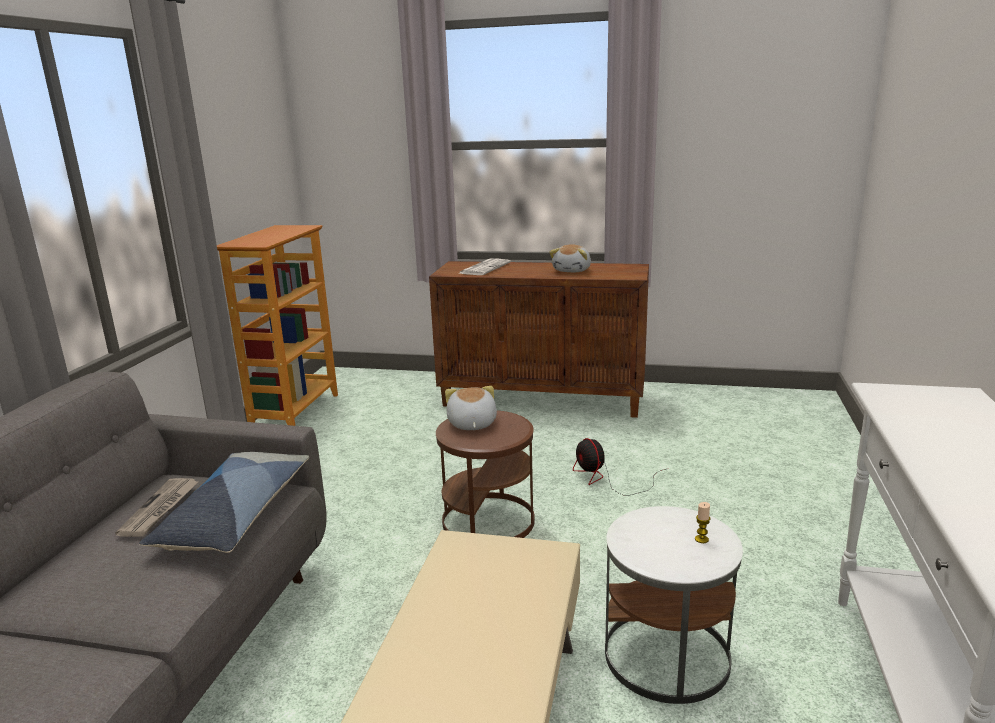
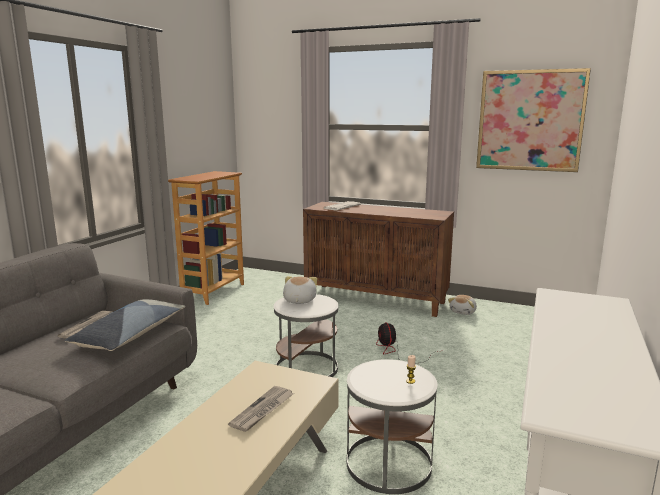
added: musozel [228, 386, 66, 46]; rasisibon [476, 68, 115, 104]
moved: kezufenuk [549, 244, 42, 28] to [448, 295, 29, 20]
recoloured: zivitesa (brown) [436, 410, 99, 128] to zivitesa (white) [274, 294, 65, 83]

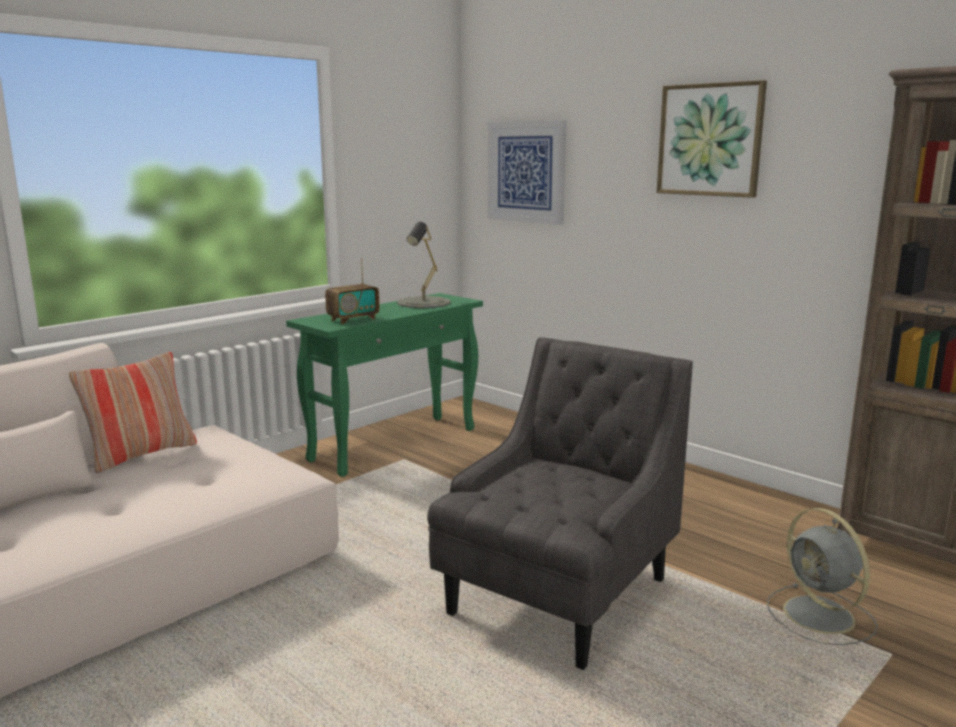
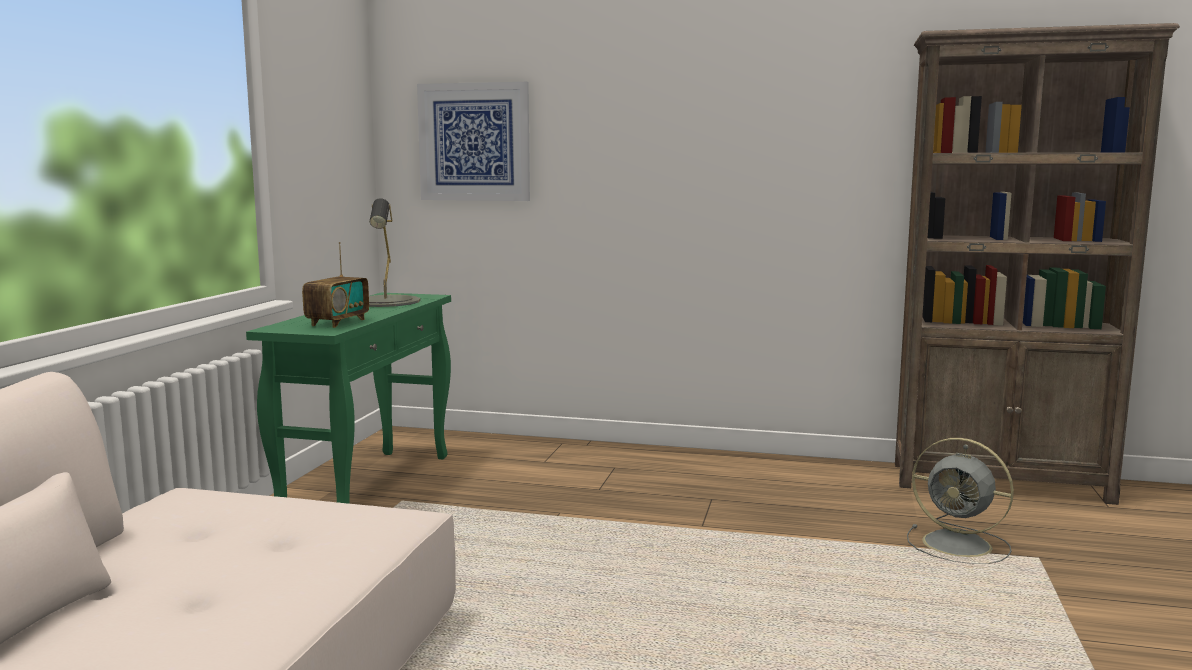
removed: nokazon [69, 352, 128, 121]; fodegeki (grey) [427, 337, 266, 333]; rasisibon [657, 80, 110, 118]

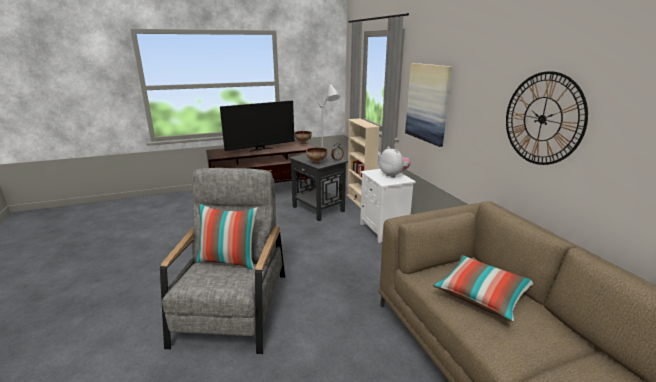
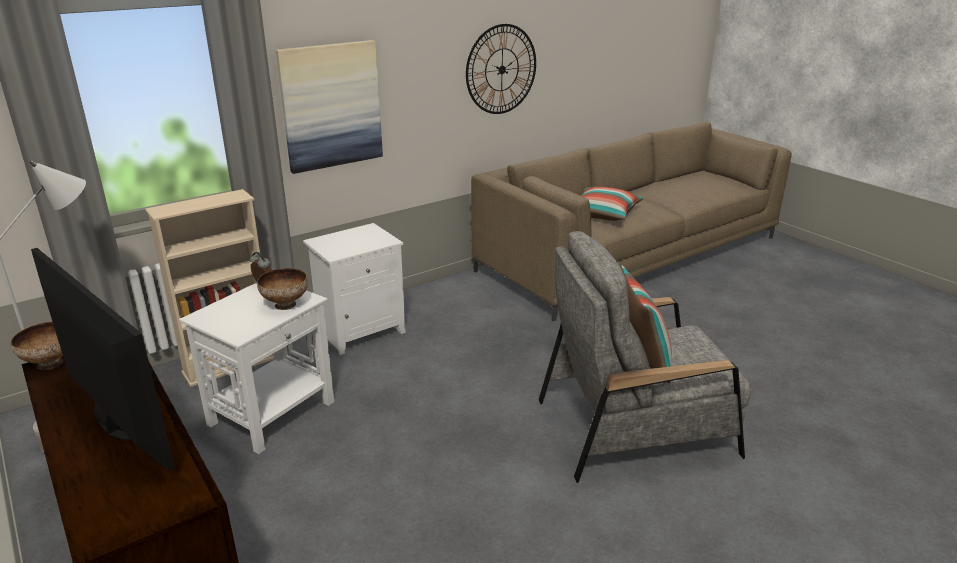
removed: kezufenuk [379, 147, 31, 31]
recoloured: zivitesa (black) [289, 154, 59, 67] to zivitesa (white) [179, 283, 155, 171]

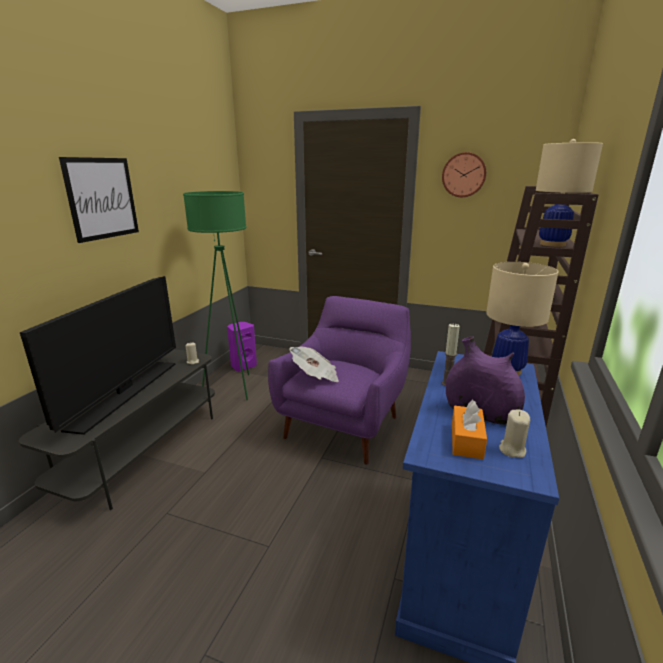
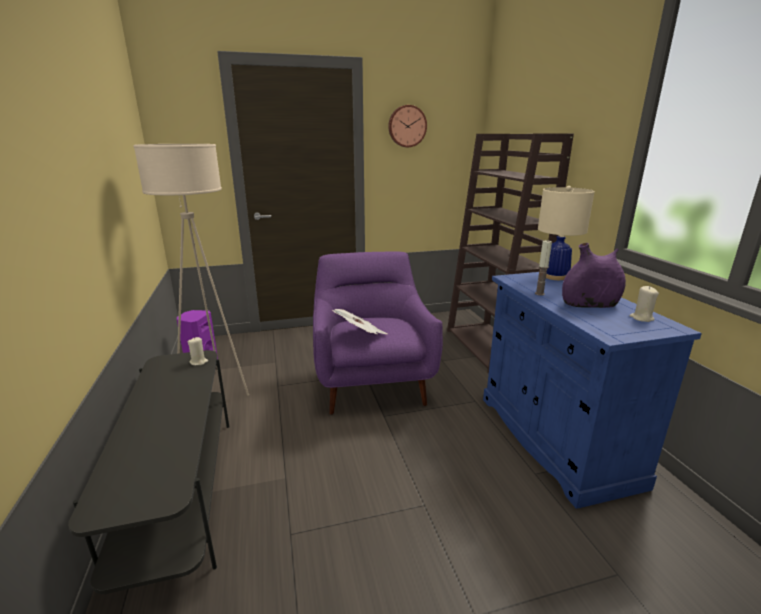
removed: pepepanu [20, 276, 156, 159]; rasisibon [59, 157, 80, 86]; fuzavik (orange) [452, 400, 35, 59]; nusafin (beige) [536, 139, 67, 108]
recoloured: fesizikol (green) [183, 191, 66, 209] to fesizikol (beige) [133, 144, 116, 252]

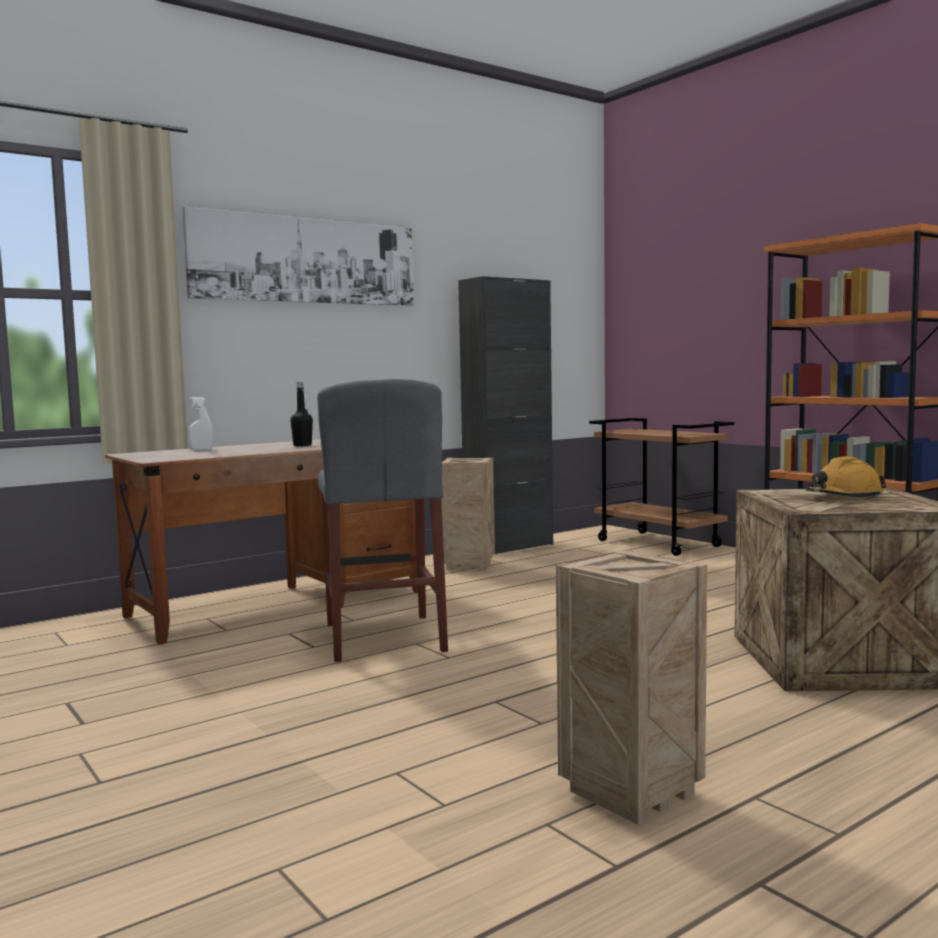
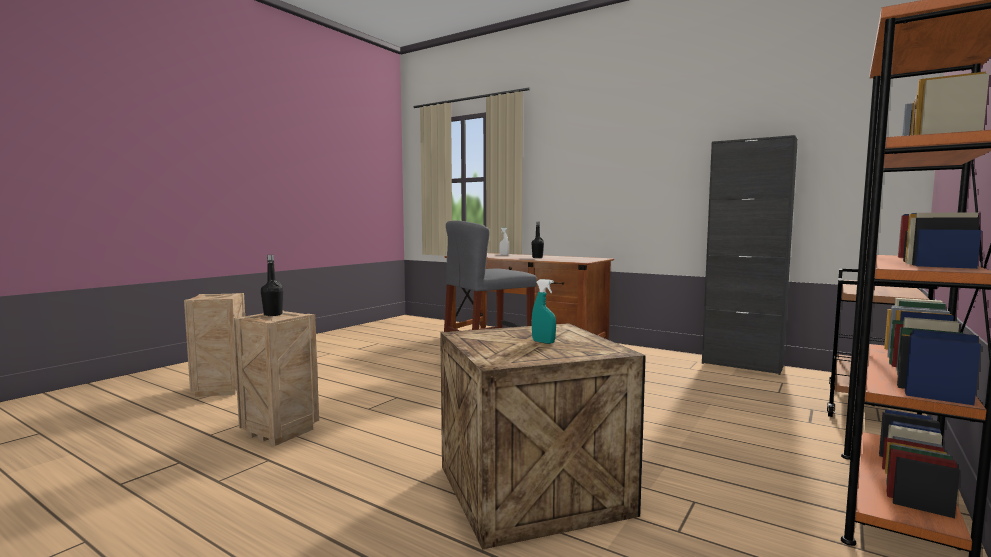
removed: rasisibon [182, 207, 232, 99]
added: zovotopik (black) [261, 255, 22, 61]
moved: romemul [441, 457, 54, 113] to [184, 293, 61, 104]
replaced: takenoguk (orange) [806, 457, 80, 41] to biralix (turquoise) [531, 279, 25, 65]

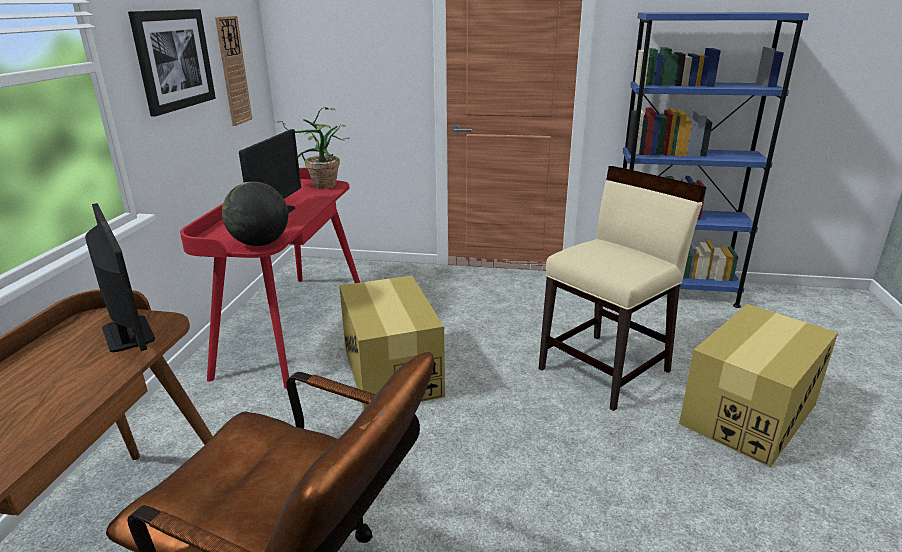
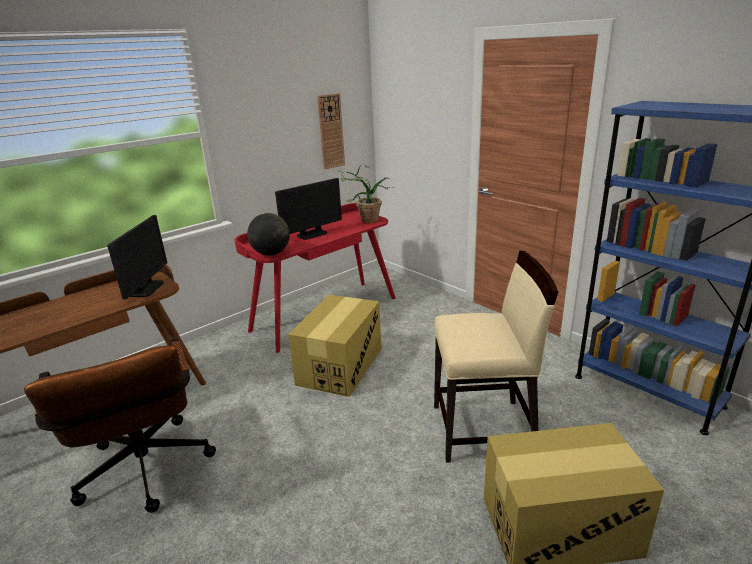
removed: rasisibon [128, 9, 88, 107]

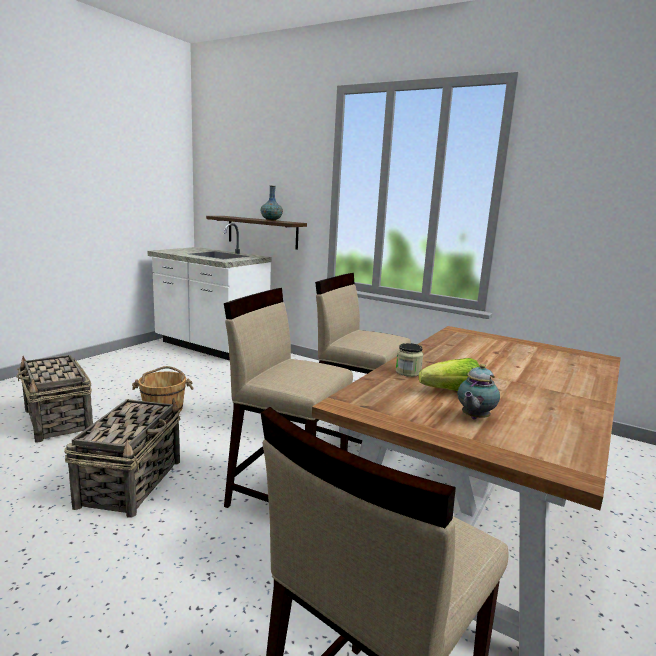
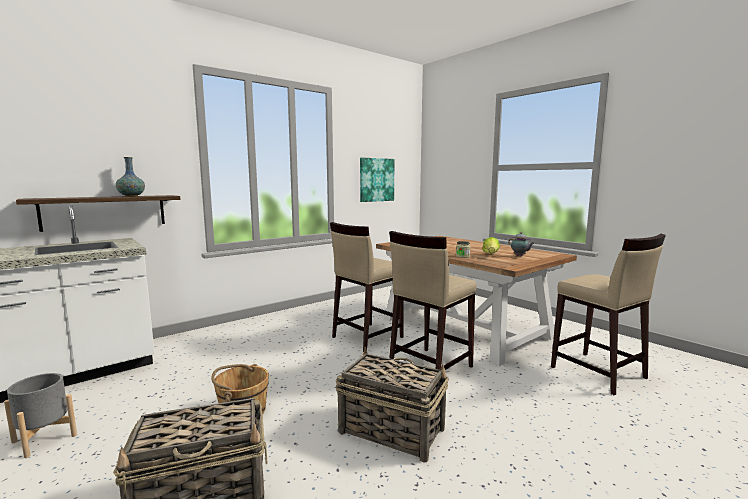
added: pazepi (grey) [4, 373, 73, 85]; rasisibon [360, 158, 34, 44]

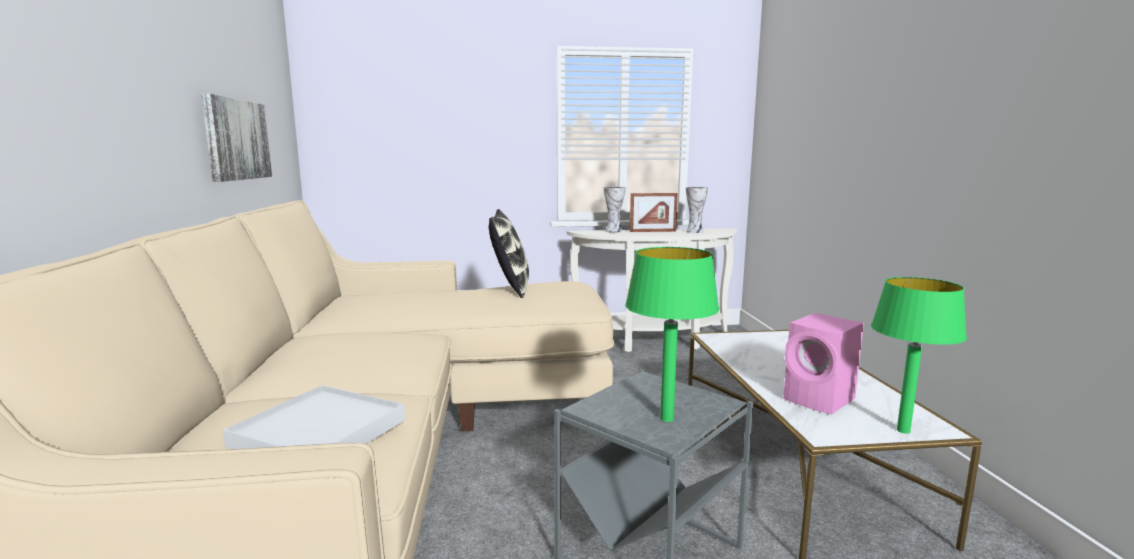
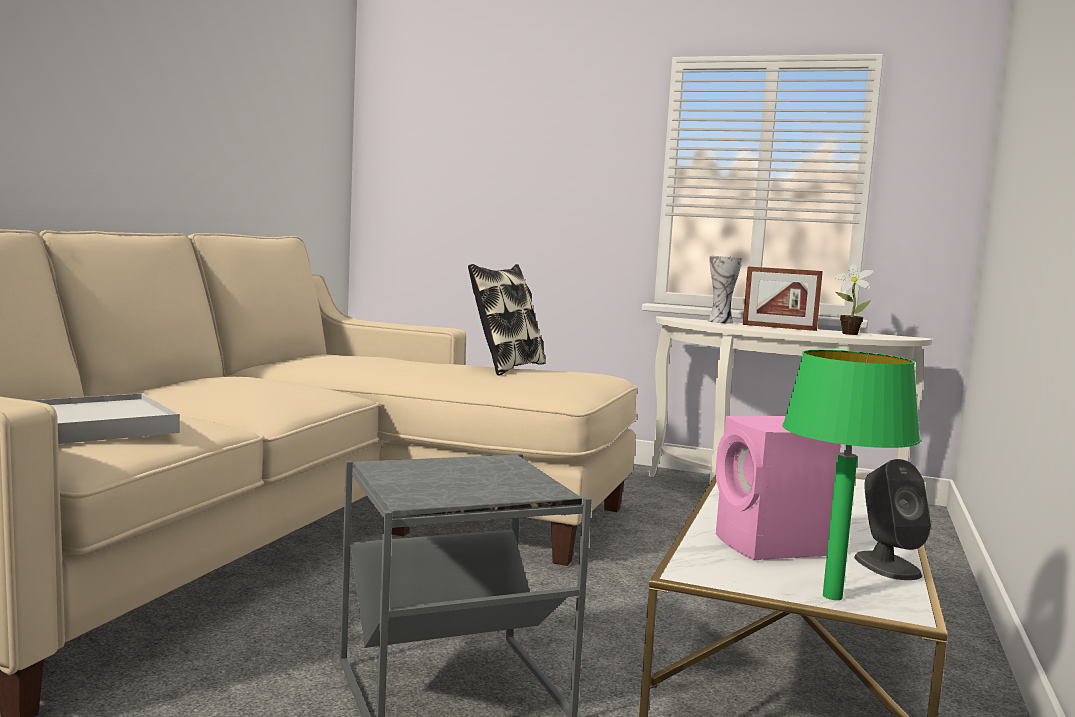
removed: rasisibon [201, 93, 71, 89]; nusafin (green) [625, 247, 94, 175]
added: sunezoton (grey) [854, 459, 77, 121]
replaced: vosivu [686, 187, 22, 46] to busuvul [833, 264, 41, 71]

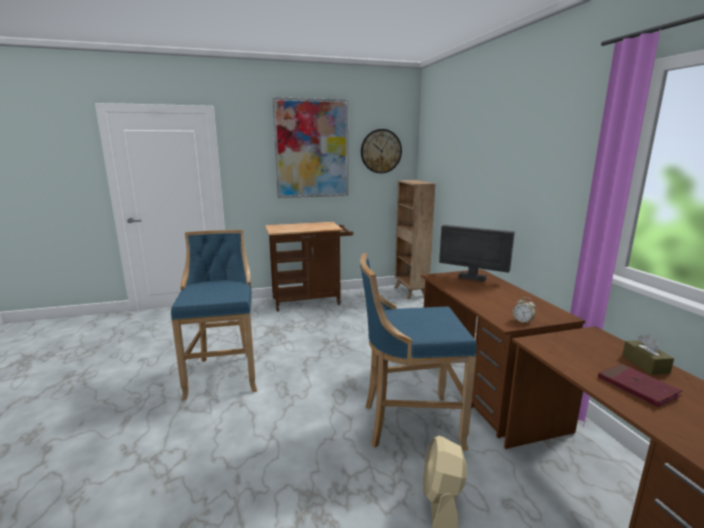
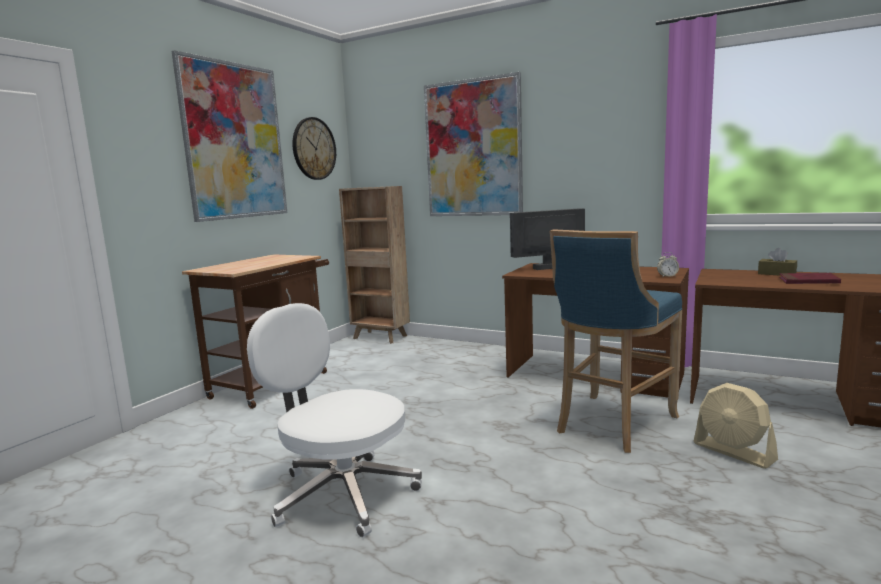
added: rasisibon [424, 72, 99, 144]
replaced: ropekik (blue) [171, 230, 86, 171] to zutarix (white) [247, 303, 175, 235]

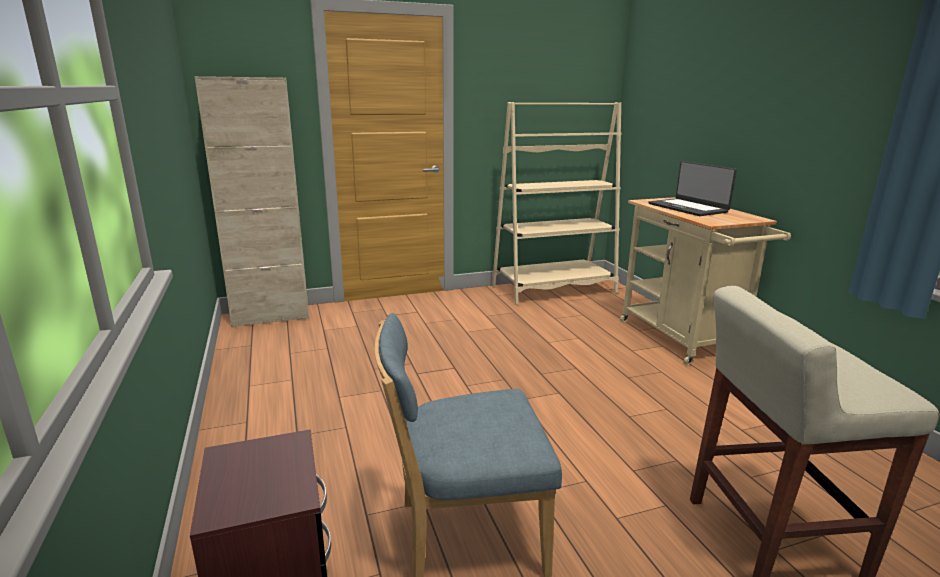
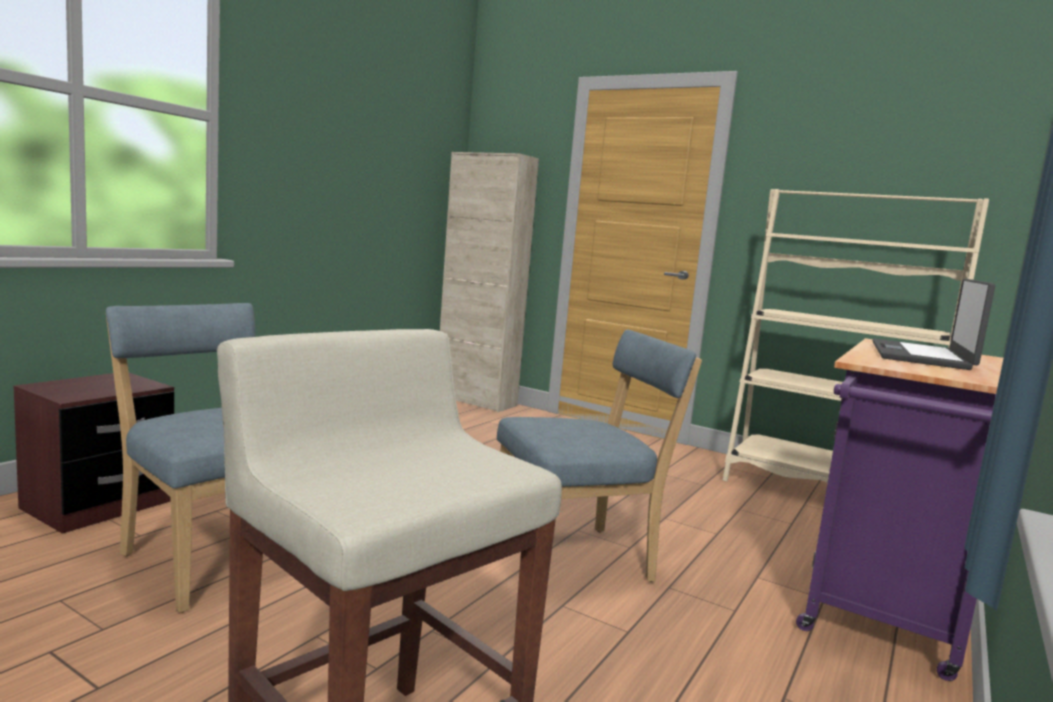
added: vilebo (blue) [497, 329, 205, 253]
recoloured: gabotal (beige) [620, 197, 171, 168] to gabotal (purple) [796, 338, 208, 343]

